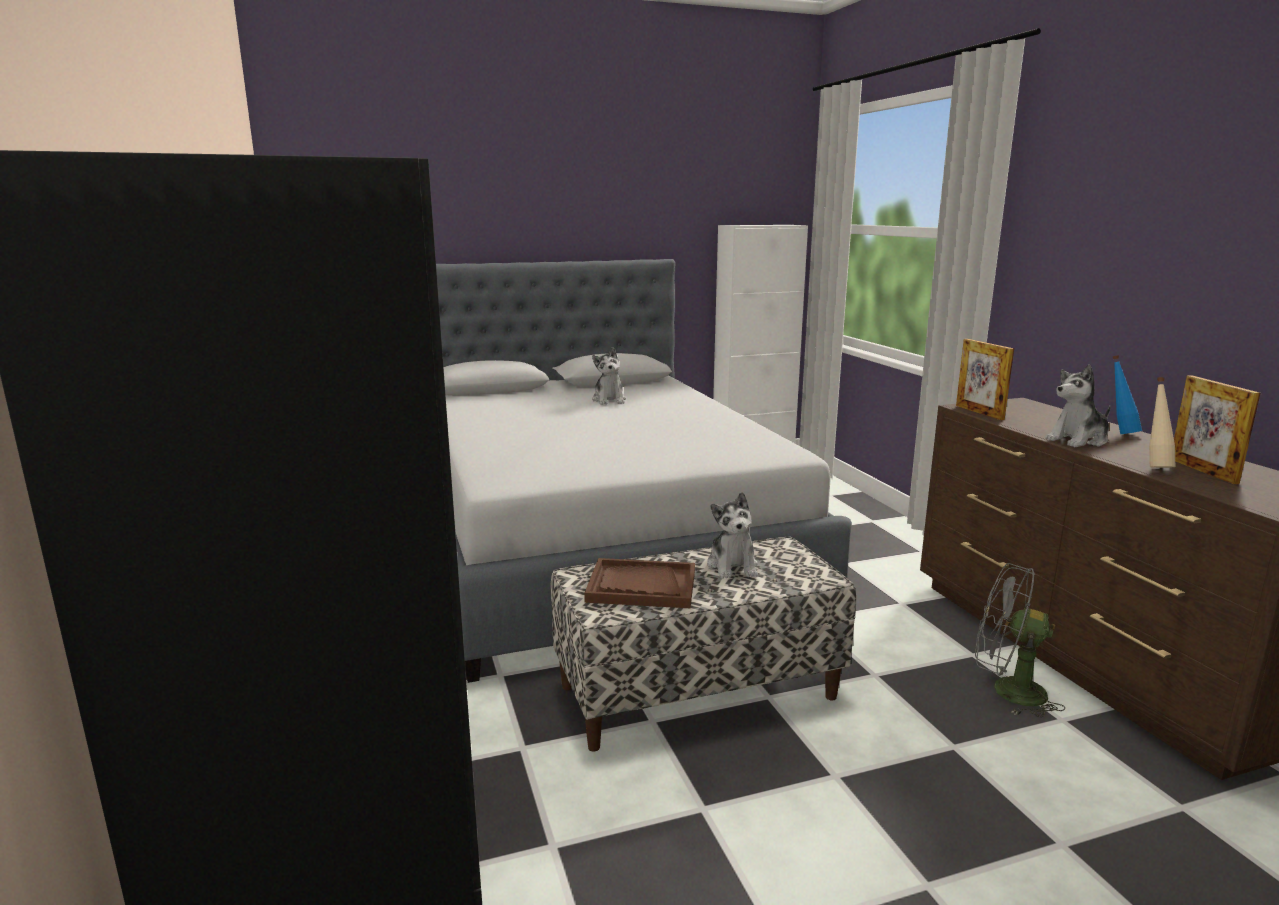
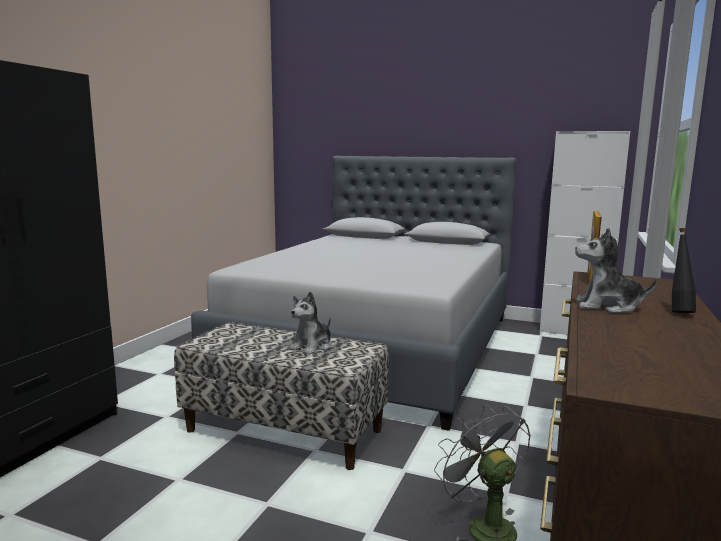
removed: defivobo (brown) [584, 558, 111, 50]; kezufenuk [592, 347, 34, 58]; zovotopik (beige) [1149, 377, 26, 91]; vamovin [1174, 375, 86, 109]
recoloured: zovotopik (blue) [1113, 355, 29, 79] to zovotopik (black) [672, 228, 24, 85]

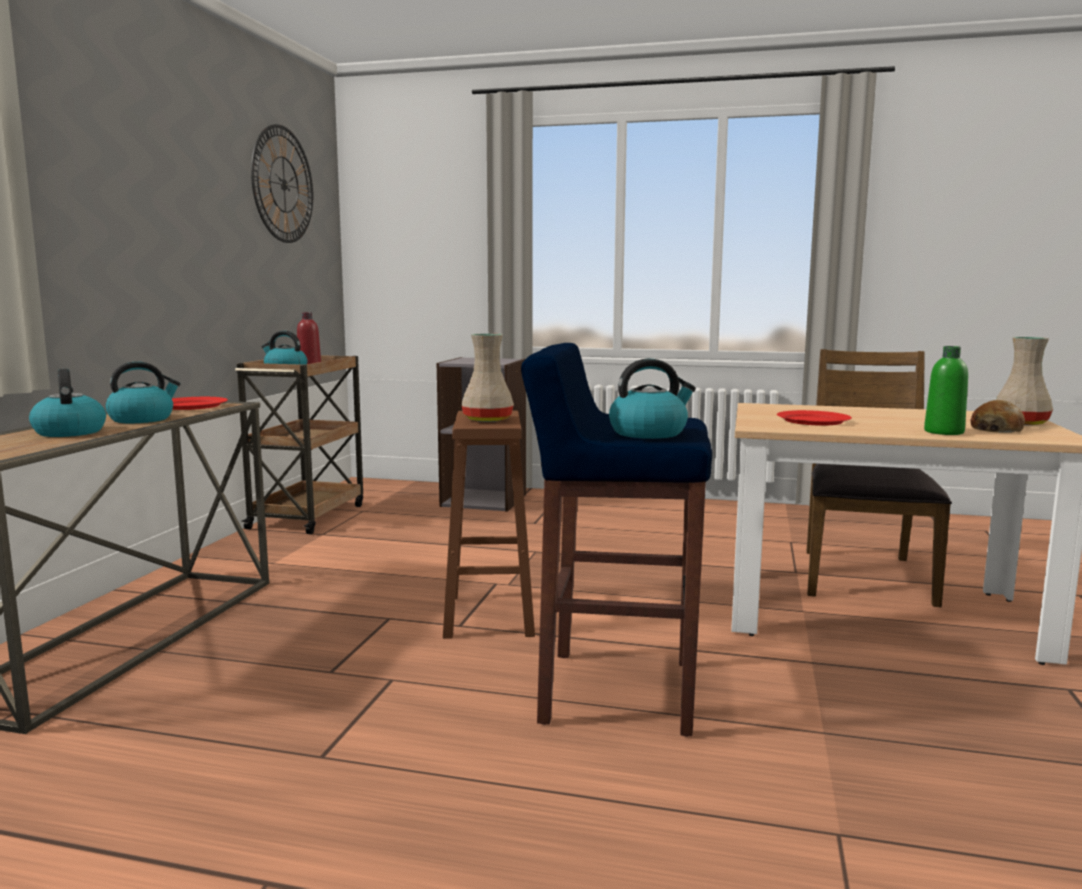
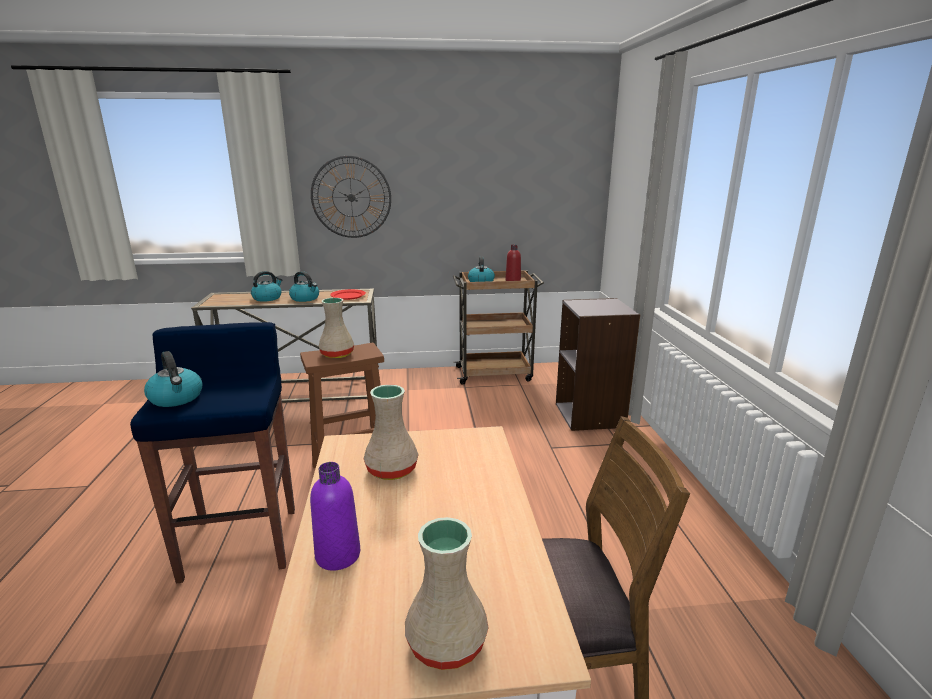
removed: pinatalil [971, 400, 54, 33]
moved: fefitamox [251, 124, 62, 119] to [311, 156, 80, 82]
replaced: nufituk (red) [777, 410, 75, 16] to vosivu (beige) [364, 384, 55, 96]
recoloured: zovotopik (green) [924, 346, 44, 89] to zovotopik (purple) [310, 462, 50, 109]

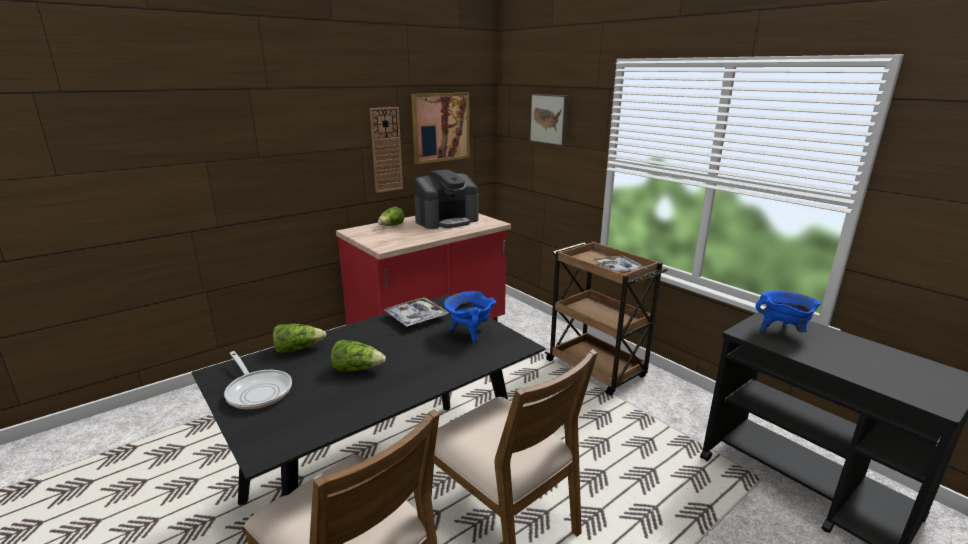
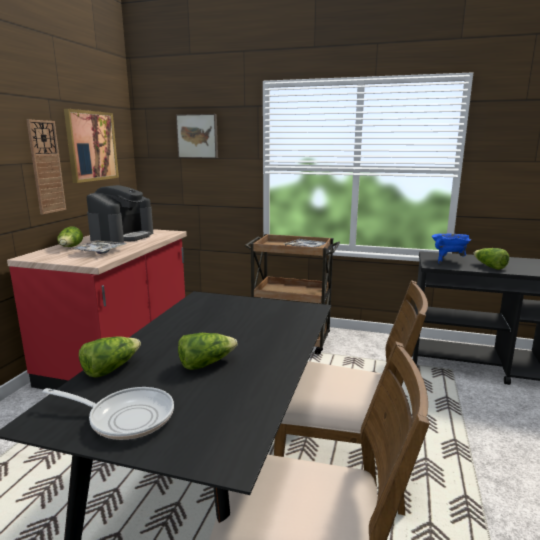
removed: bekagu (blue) [444, 291, 52, 53]
added: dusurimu [473, 248, 36, 22]
moved: defivobo [384, 297, 65, 30] to [71, 240, 55, 14]

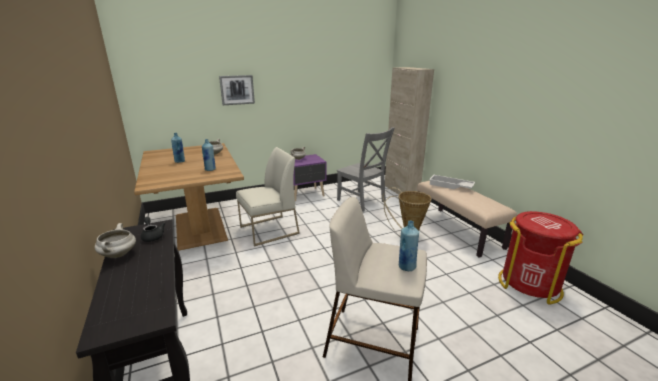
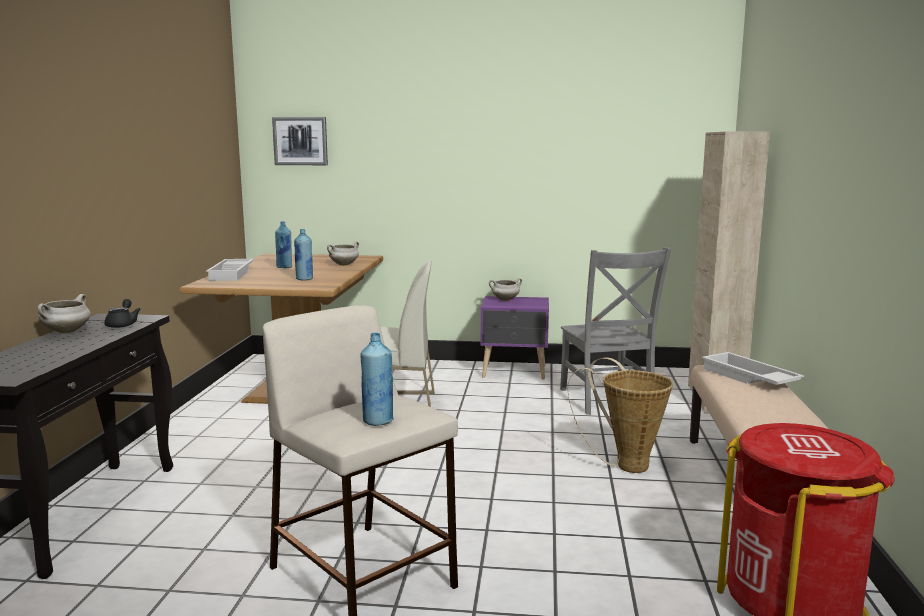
added: defivobo (white) [206, 259, 48, 22]
moved: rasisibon [219, 75, 36, 30] to [272, 117, 56, 48]

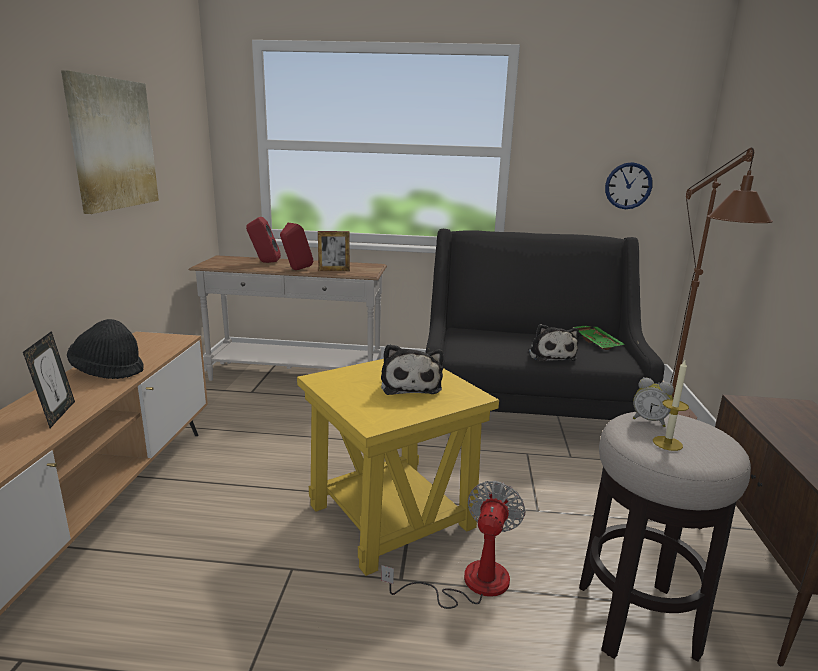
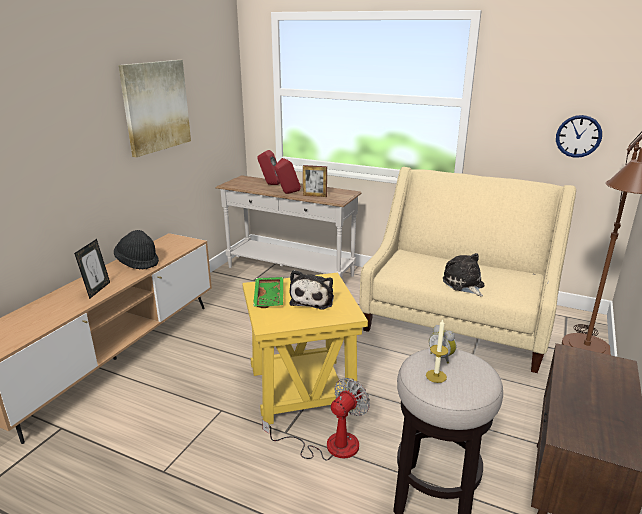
moved: defivobo (green) [572, 326, 52, 24] to [253, 277, 30, 31]
recoloured: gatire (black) [425, 229, 239, 191] to gatire (beige) [360, 167, 216, 206]
turned: kezufenuk [528, 324, 51, 38] = [443, 253, 41, 43] 150 degrees clockwise

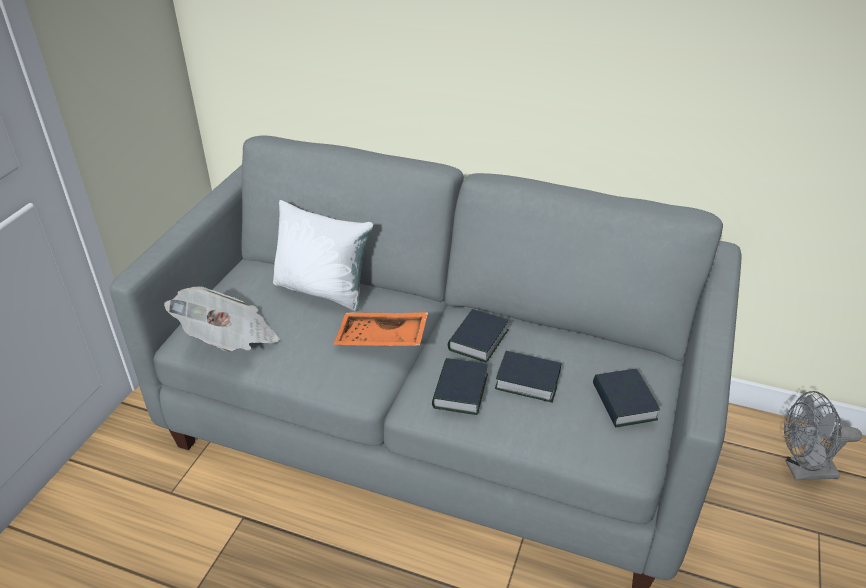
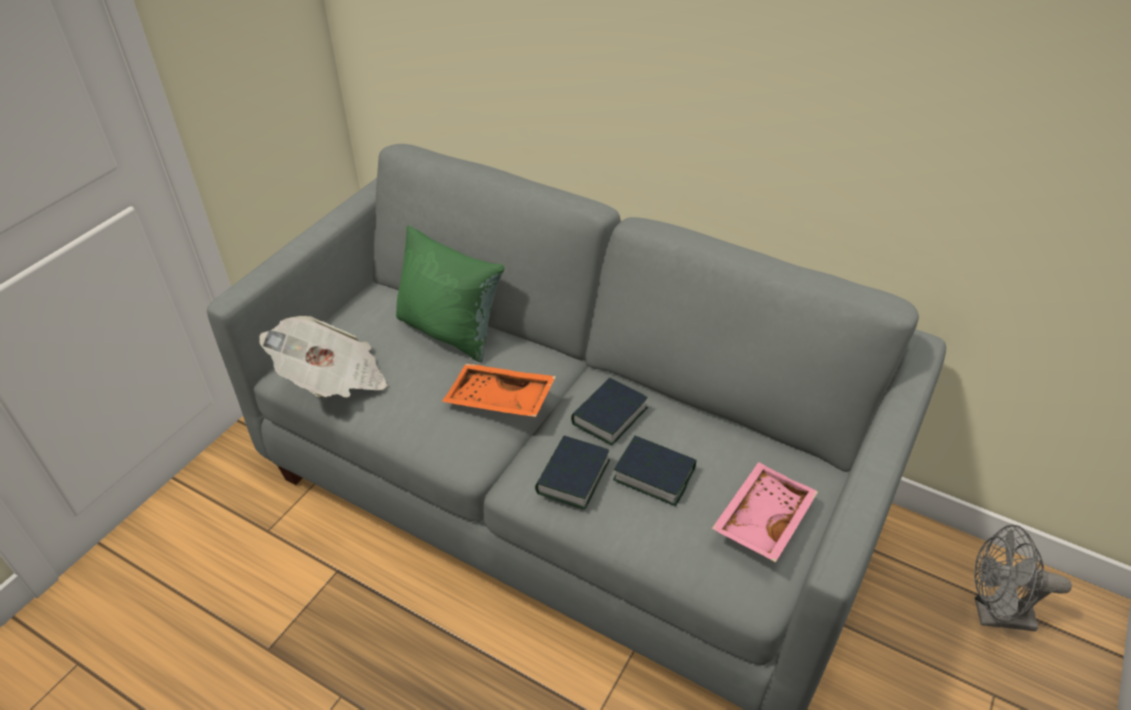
replaced: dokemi [593, 369, 67, 58] to defivobo (pink) [711, 462, 107, 100]
recoloured: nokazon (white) [273, 200, 100, 111] to nokazon (green) [396, 225, 109, 137]

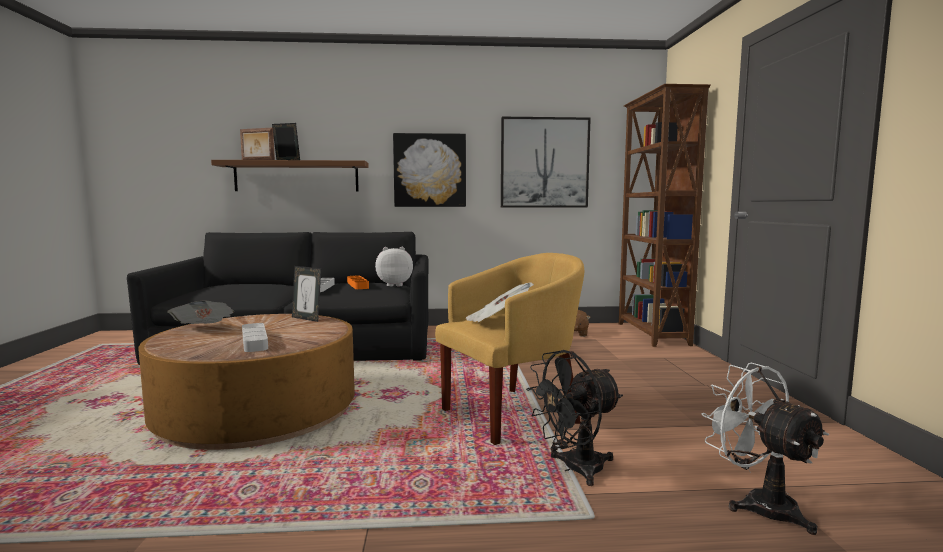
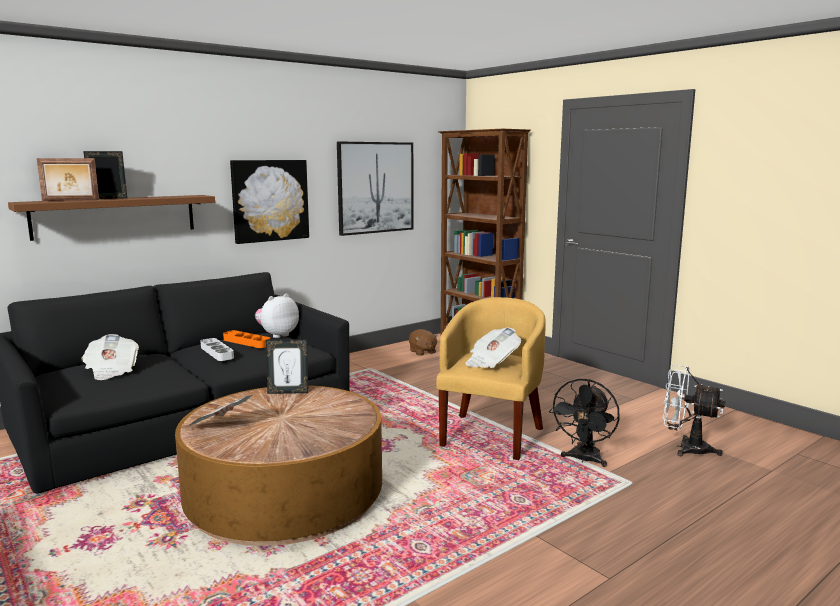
removed: defivobo (grey) [242, 323, 26, 29]
added: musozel [82, 334, 57, 46]

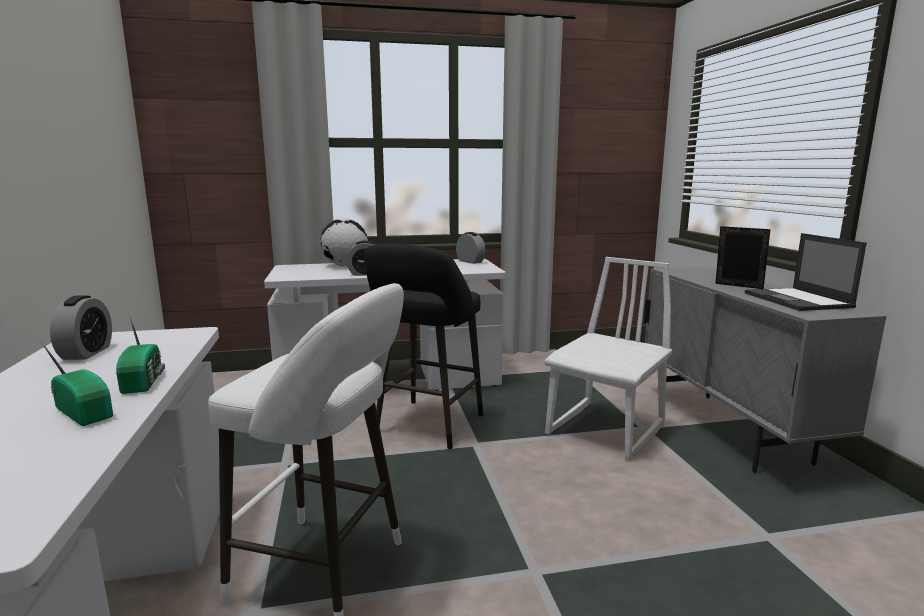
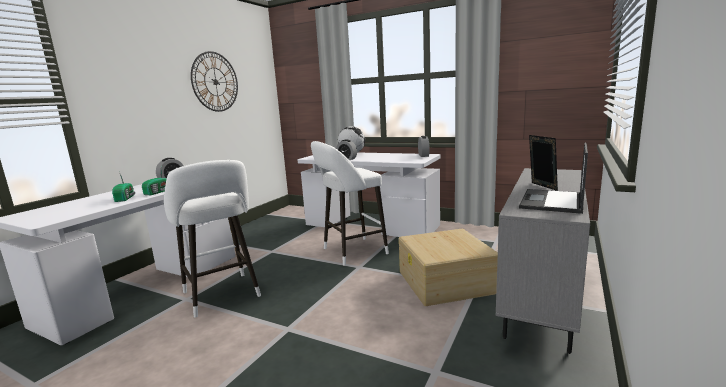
added: fefitamox [191, 51, 47, 61]
replaced: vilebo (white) [545, 257, 127, 204] to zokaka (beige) [399, 228, 99, 78]
recoloured: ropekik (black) [364, 243, 119, 206] to ropekik (white) [311, 141, 78, 125]

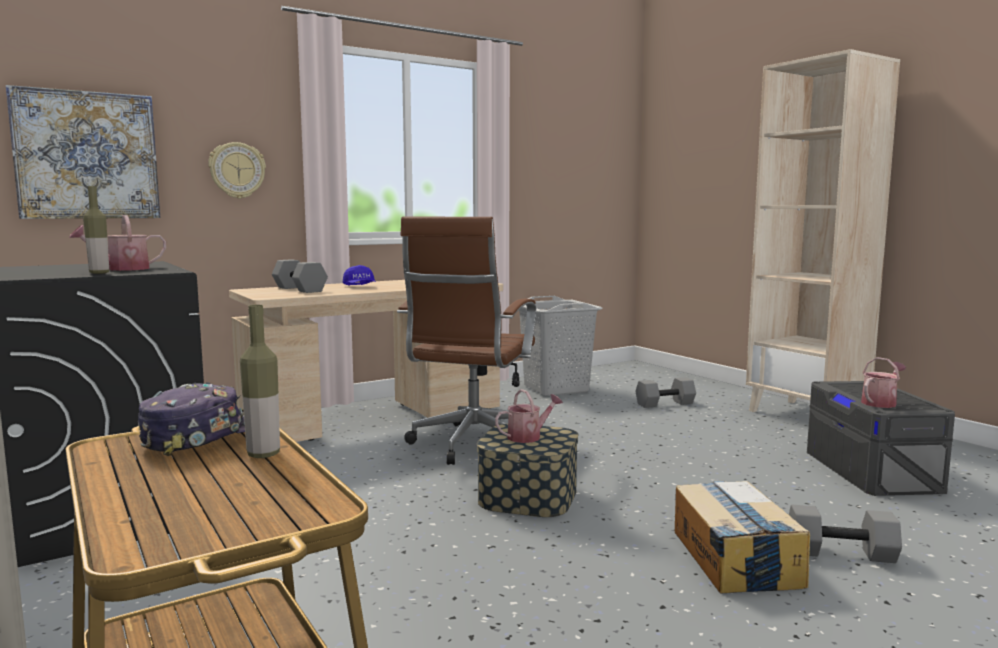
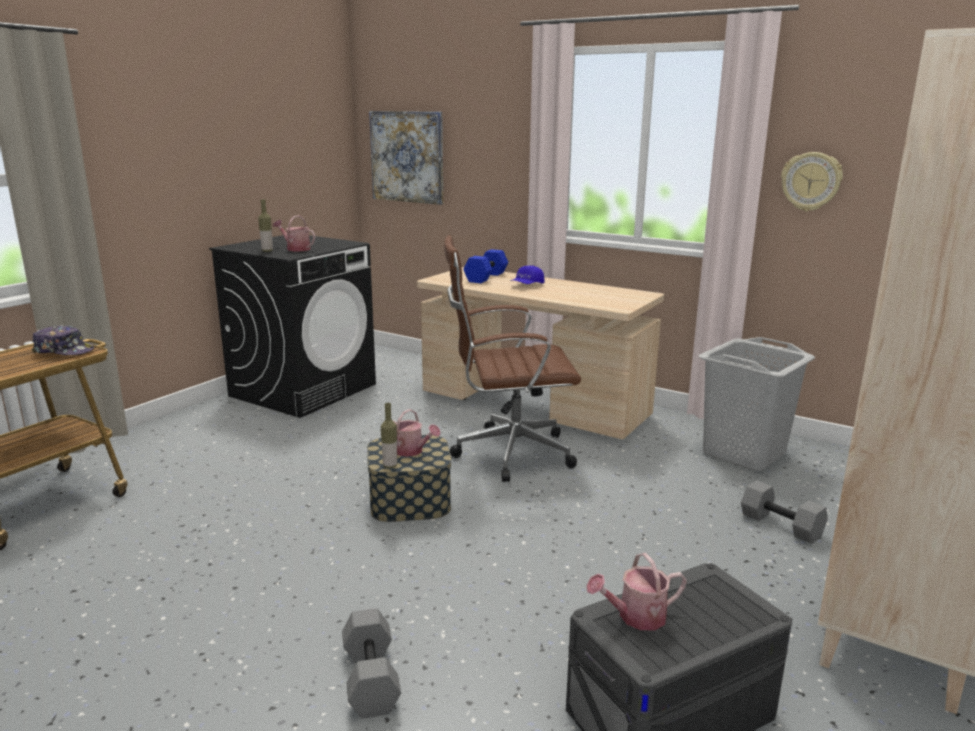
removed: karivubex [675, 481, 135, 112]
moved: zovotopik [240, 305, 40, 153] to [381, 403, 16, 65]; fefitamox [208, 142, 58, 57] to [781, 152, 62, 59]
recoloured: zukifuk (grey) [272, 259, 56, 34] to zukifuk (blue) [463, 249, 45, 34]
turned: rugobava [861, 357, 45, 51] = [587, 553, 100, 77] 135 degrees clockwise

